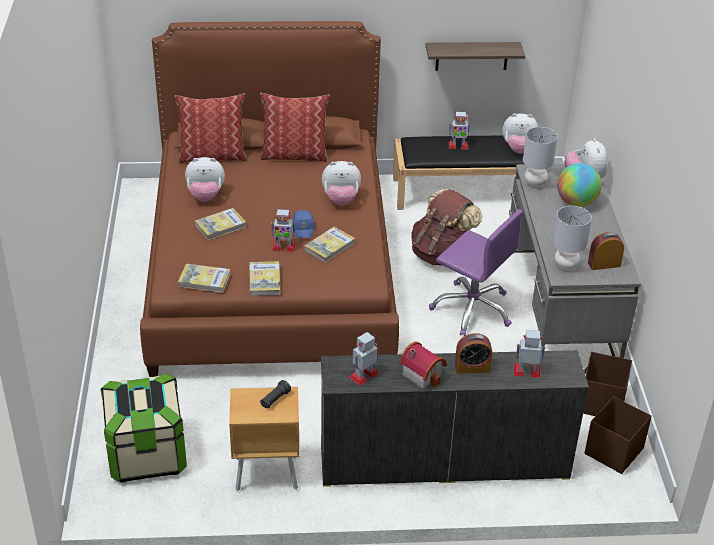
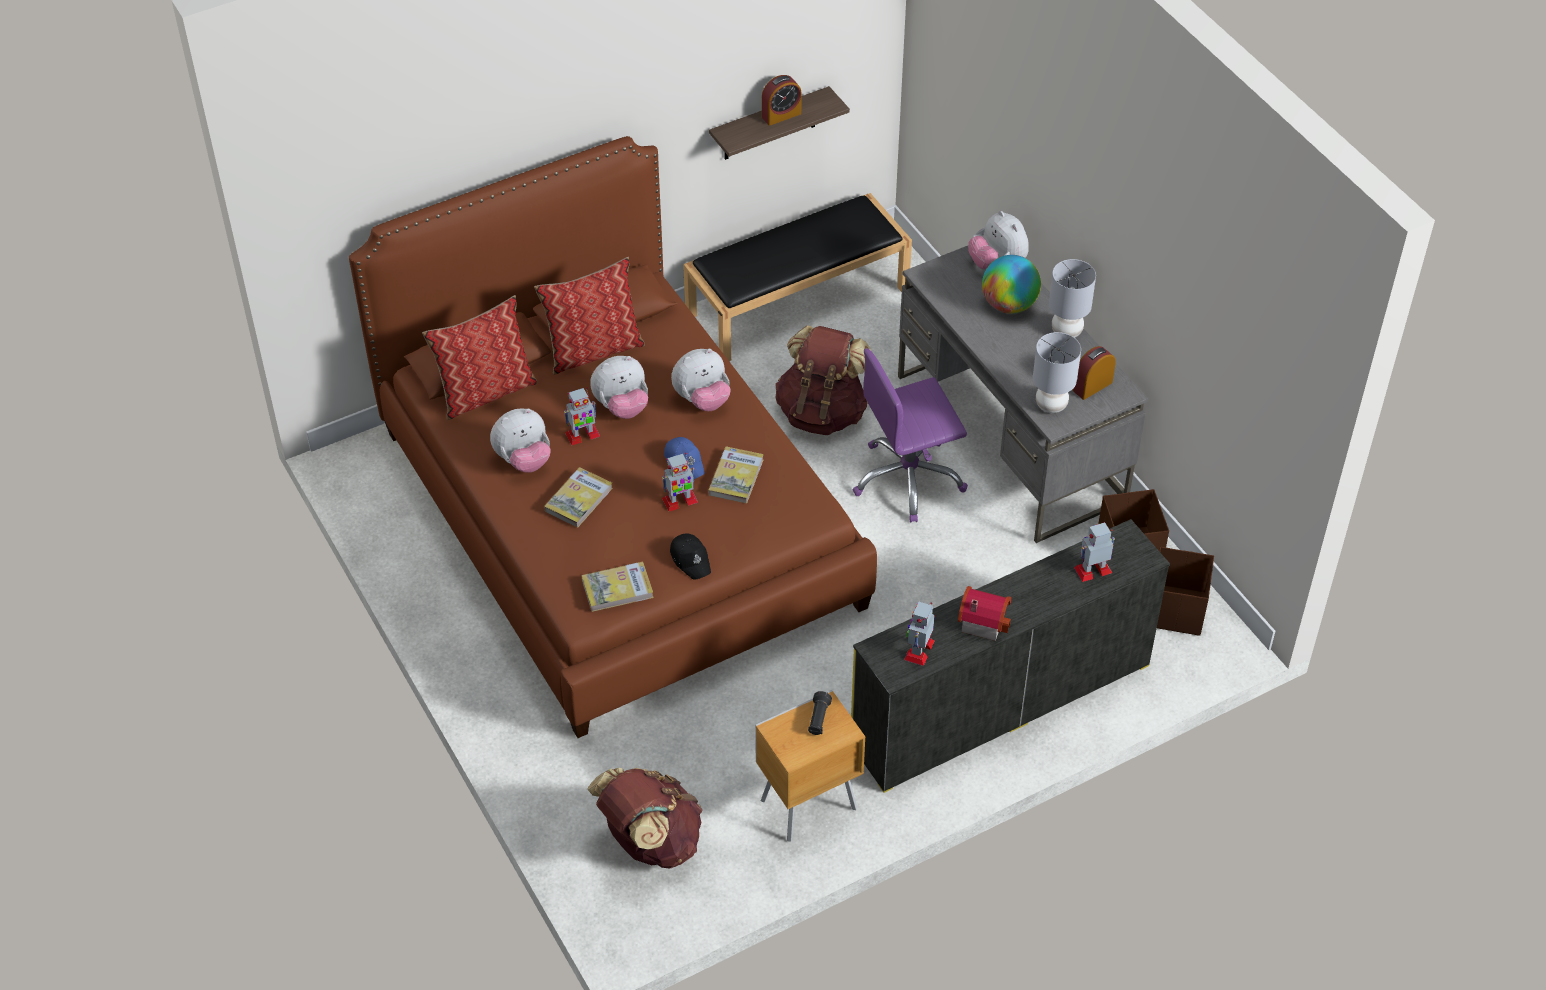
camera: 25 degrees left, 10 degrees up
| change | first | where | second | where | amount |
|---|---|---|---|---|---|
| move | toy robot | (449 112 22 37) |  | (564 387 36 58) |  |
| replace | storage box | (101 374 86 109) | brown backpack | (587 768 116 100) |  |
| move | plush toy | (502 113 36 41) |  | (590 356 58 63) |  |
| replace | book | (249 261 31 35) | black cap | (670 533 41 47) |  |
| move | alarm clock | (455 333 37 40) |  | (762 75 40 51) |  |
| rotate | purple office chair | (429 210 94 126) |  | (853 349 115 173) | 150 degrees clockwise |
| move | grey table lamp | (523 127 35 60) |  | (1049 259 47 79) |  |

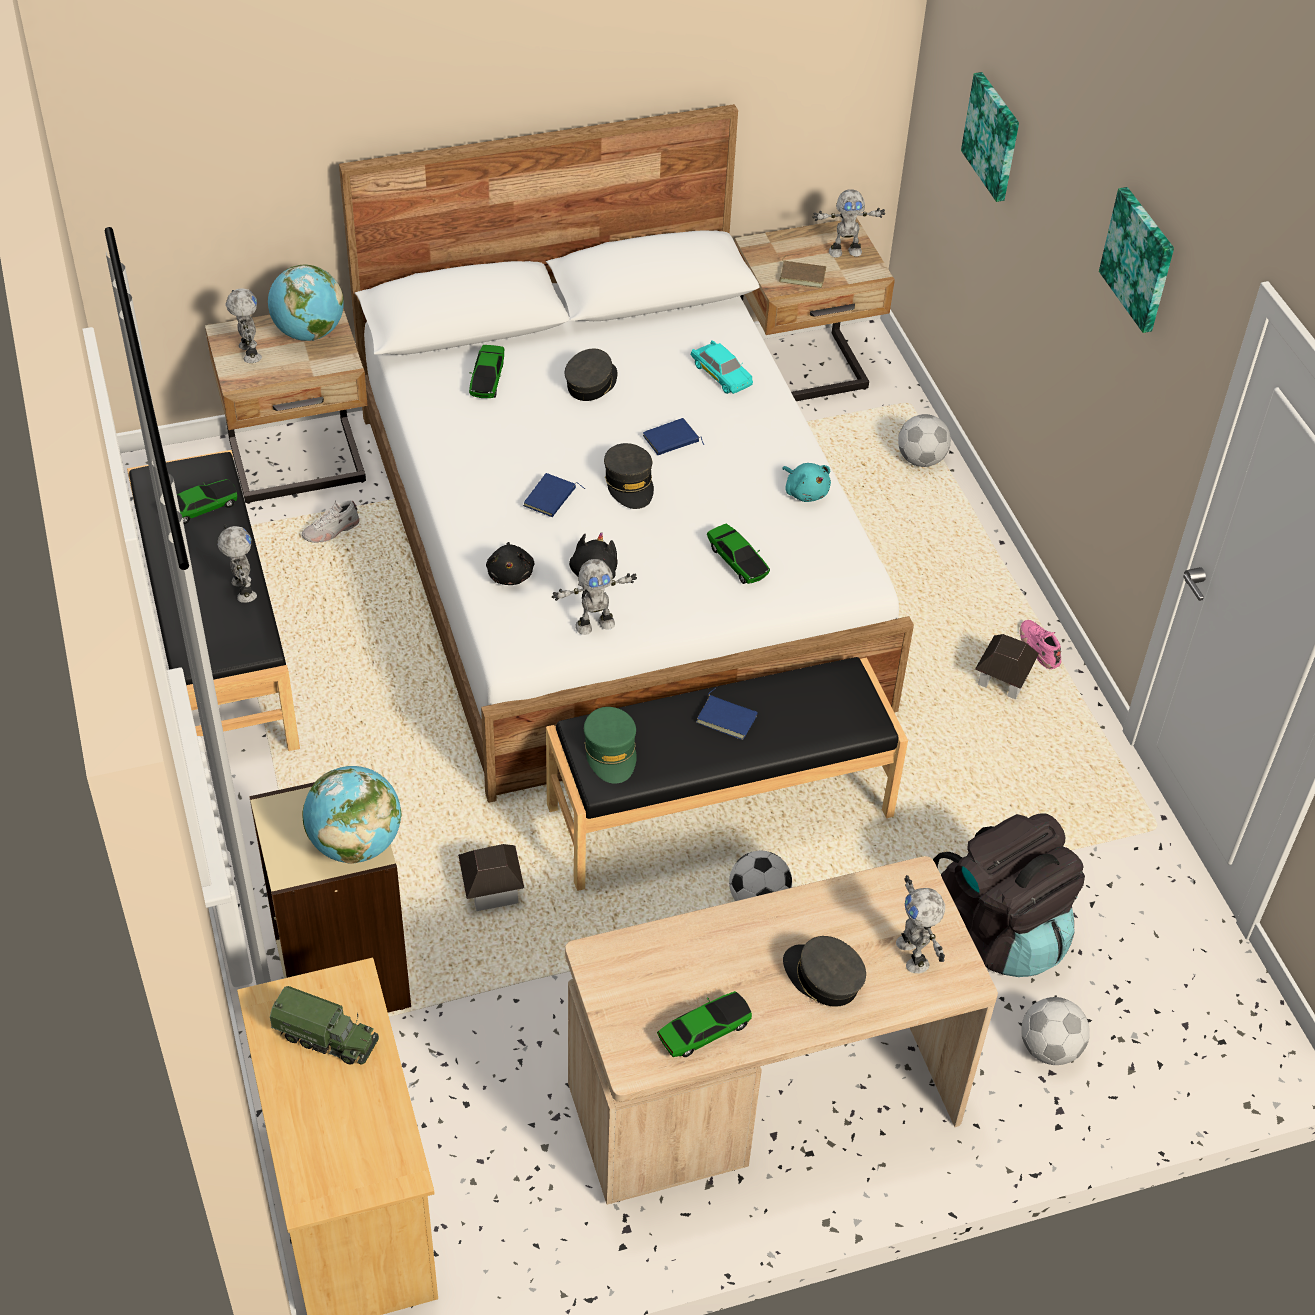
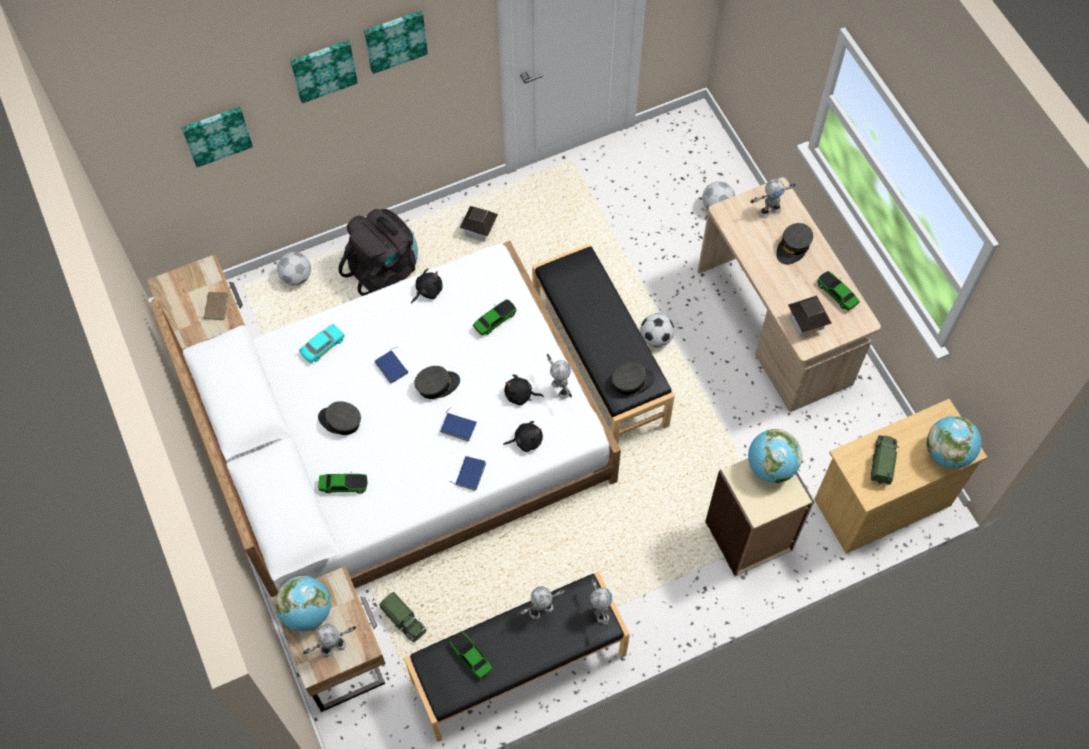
camera: 95 degrees left, 15 degrees up
| change | first | where | second | where | amount |
|---|---|---|---|---|---|
| insert |  |  | picture | (290 40 68 63) |  |
| move | black backpack | (933 813 152 164) |  | (338 209 80 87) |  |
| replace | white shoe | (302 500 57 43) | toy truck | (379 592 47 50) |  |
| recolor | turquoise plush toy | (782 463 49 39) | black plush toy | (411 268 31 36) |  |
| move | blue book | (696 688 62 52) |  | (449 456 37 35) |  |
| move | toy robot | (812 189 73 69) |  | (590 576 22 53) |  |
| recolor | green cap | (584 707 53 76) | grey cap | (612 363 43 32) |  |
| move | toy house | (458 844 66 67) |  | (788 295 44 42) |  |
| insert |  |  | globe | (927 416 54 53) |  |
| delete | pink shoe | (1020 620 41 49) |  |  |  |

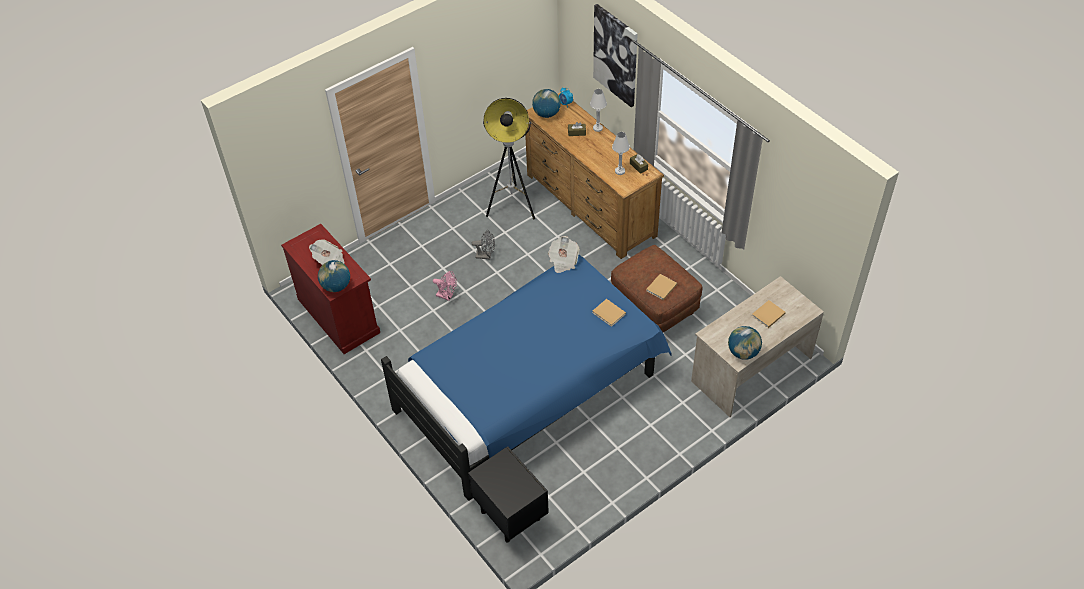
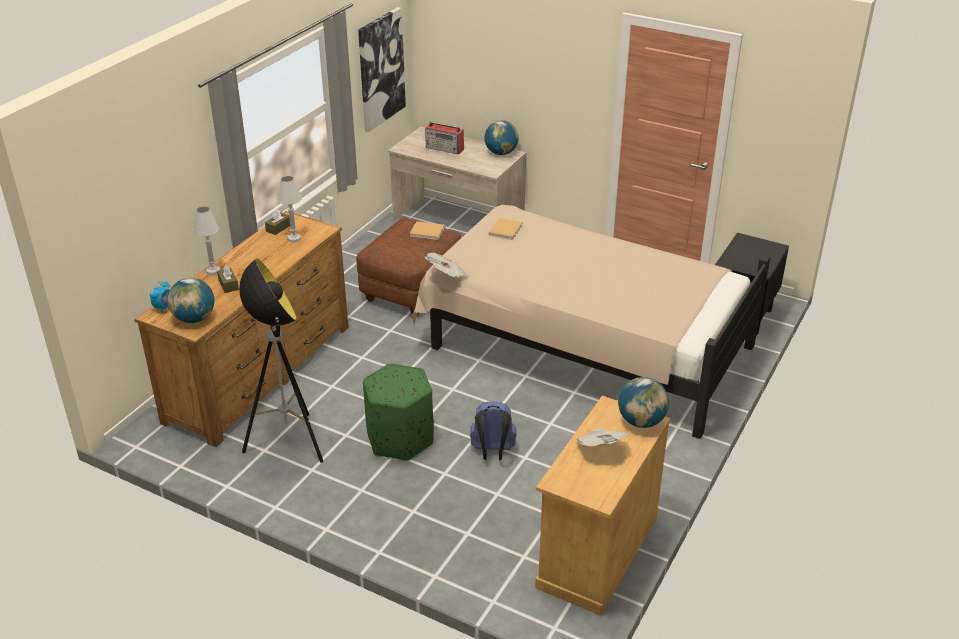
camera: 115 degrees left, 15 degrees down
| change | first | where | second | where | amount |
|---|---|---|---|---|---|
| move | picture | (593 4 45 103) |  | (358 7 48 125) |  |
| replace | grey fan | (471 230 24 29) | green ottoman | (363 364 71 97) |  |
| recolor | blue bed | (381 255 290 246) | beige bed | (412 205 358 234) |  |
| replace | beige book | (752 300 34 28) | radio | (425 121 39 33) |  |
| replace | pink fan | (433 271 24 30) | blue backpack | (470 402 46 58) |  |
| recolor | red cabinet | (281 224 99 130) | beige cabinet | (535 396 136 220) |  |

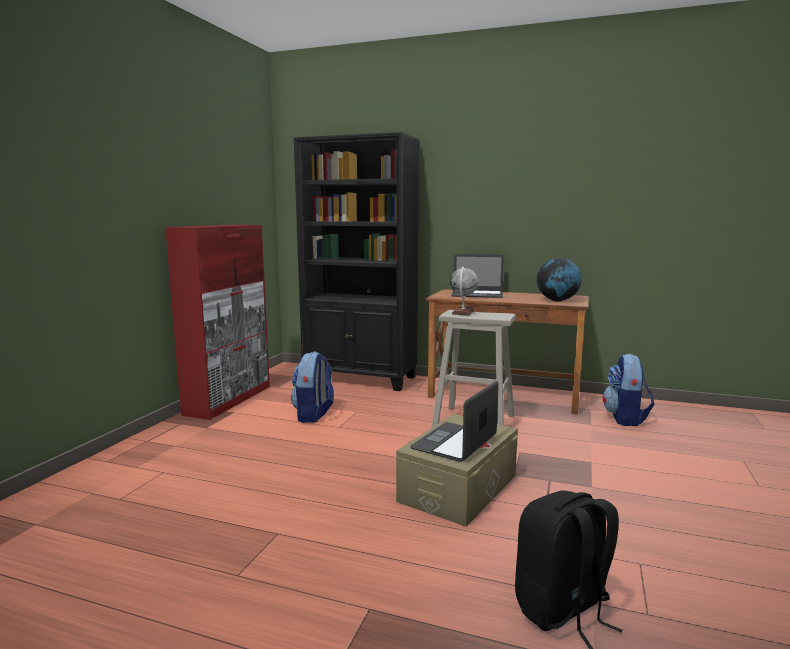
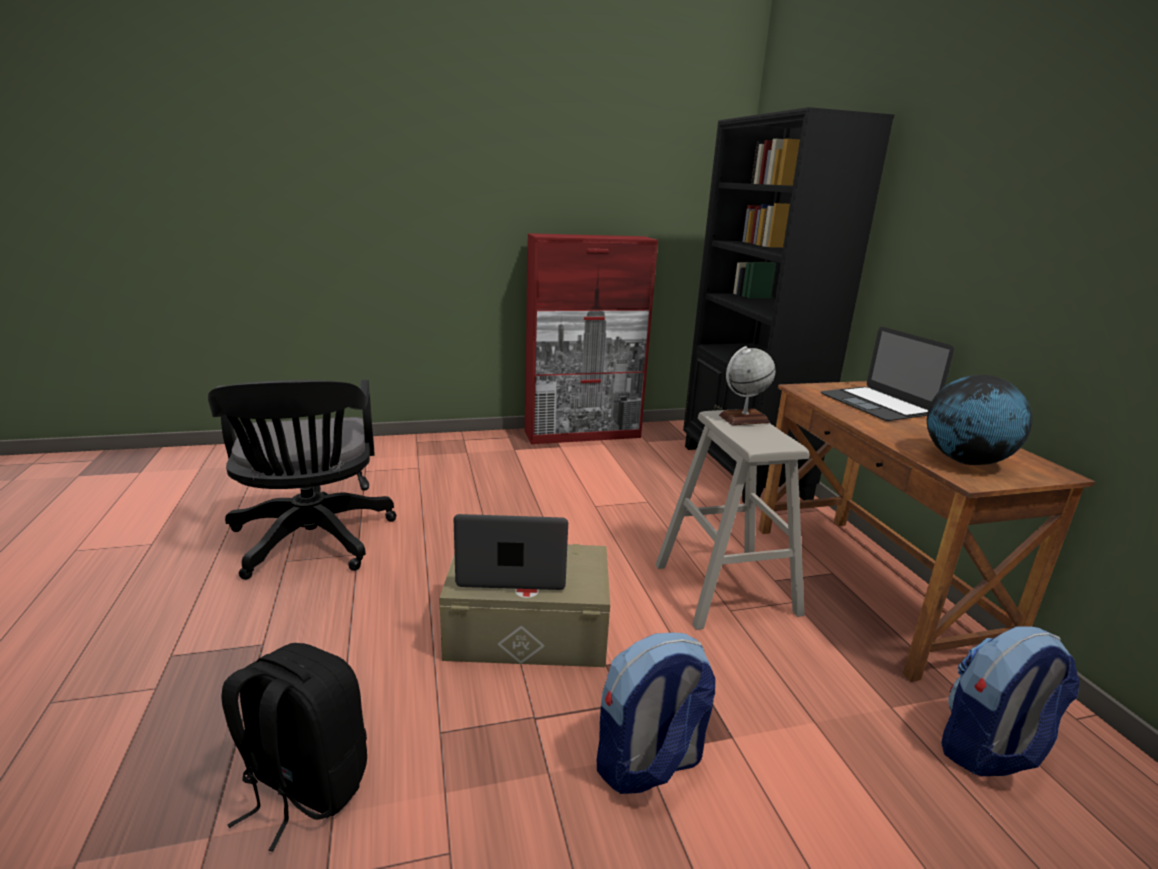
camera: 55 degrees right, 10 degrees up
| change | first | where | second | where | amount |
|---|---|---|---|---|---|
| insert |  |  | black office chair | (208 380 189 200) |  |
| move | backpack | (291 351 43 72) |  | (597 633 119 161) |  |

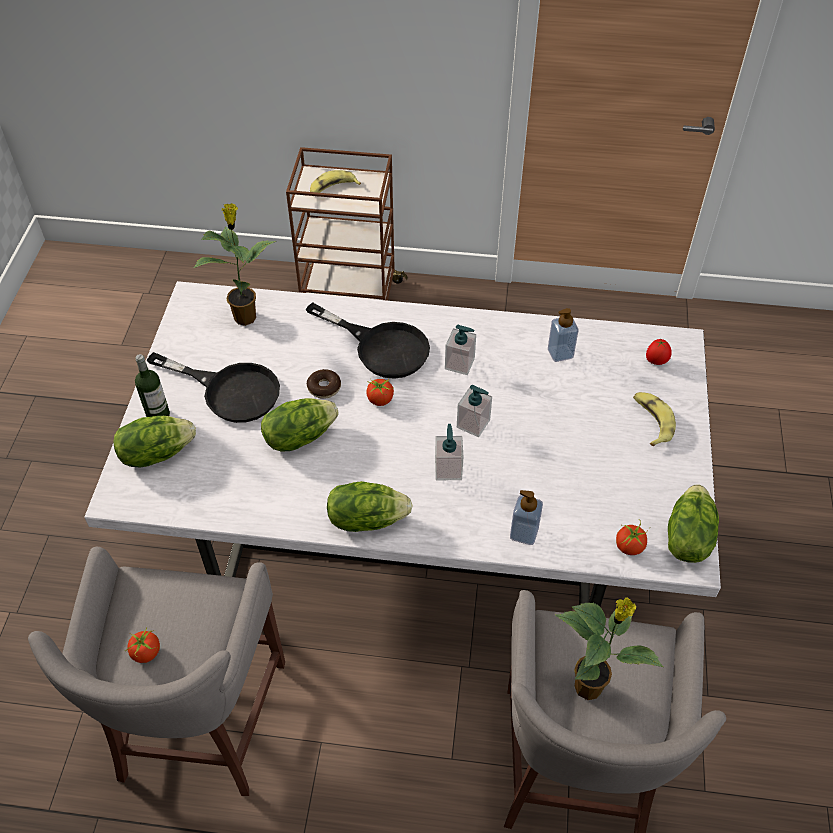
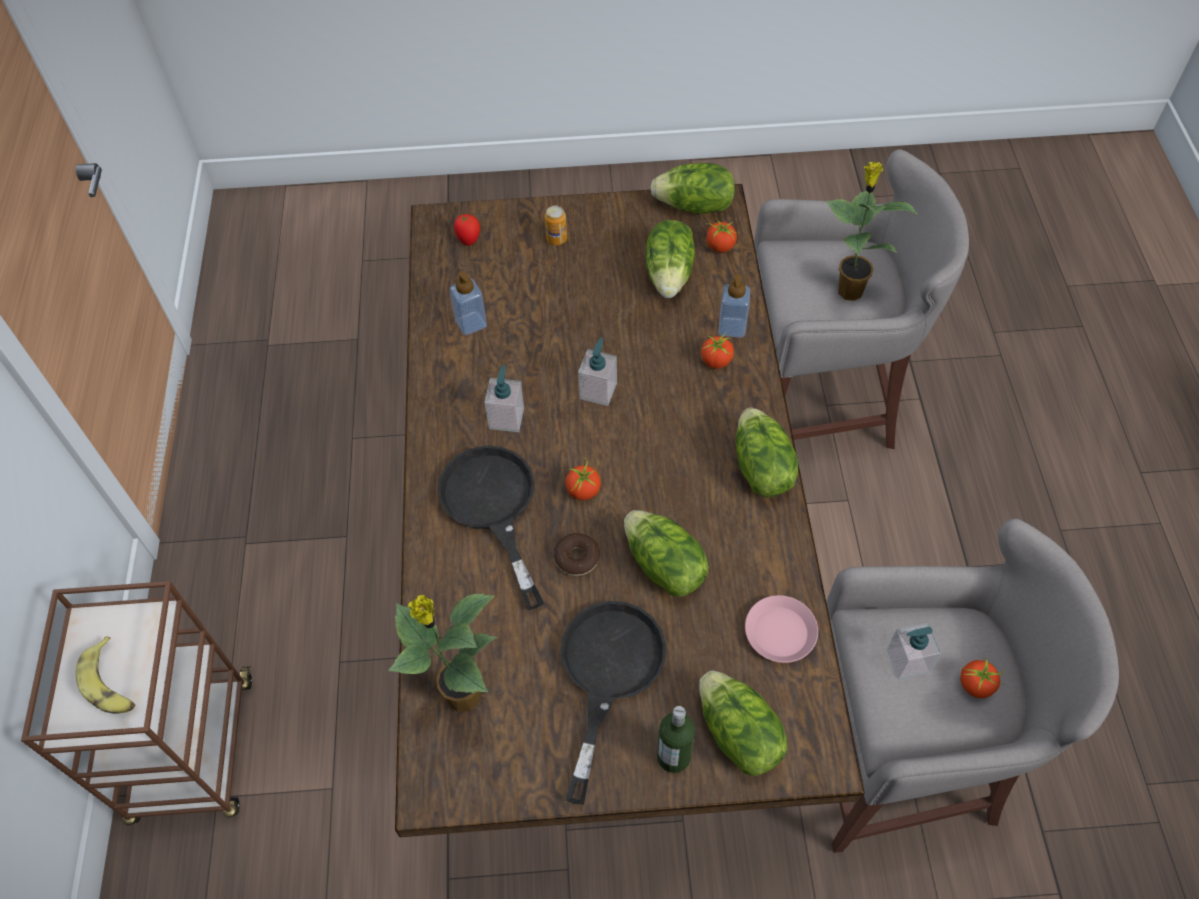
camera: 100 degrees left, 5 degrees up
| change | first | where | second | where | amount |
|---|---|---|---|---|---|
| recolor | white dining table | (84 281 637 326) | brown dining table | (395 184 469 653) |  |
| rotate | black frying pan | (306 303 124 76) |  | (437 446 107 164) | 45 degrees counterclockwise |
| replace | banana | (633 392 43 55) | can | (545 205 22 40) |  |
| insert |  |  | lettuce | (646 220 49 78) |  |
| insert |  |  | tomato | (701 334 33 35) |  |
| insert |  |  | pink plate | (745 595 73 68) |  |
| move | soap dispenser | (435 424 28 56) |  | (887 623 54 57) |  |

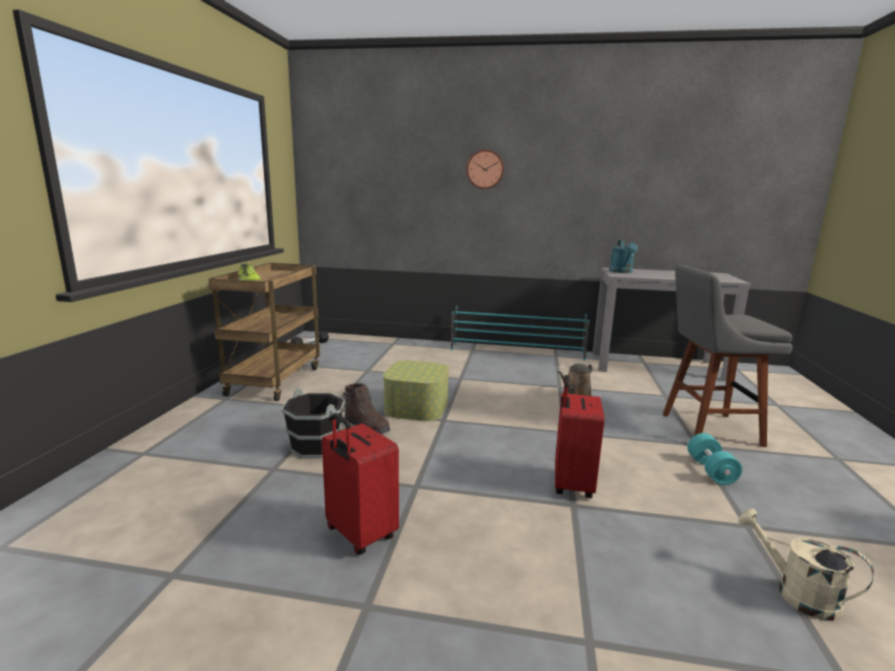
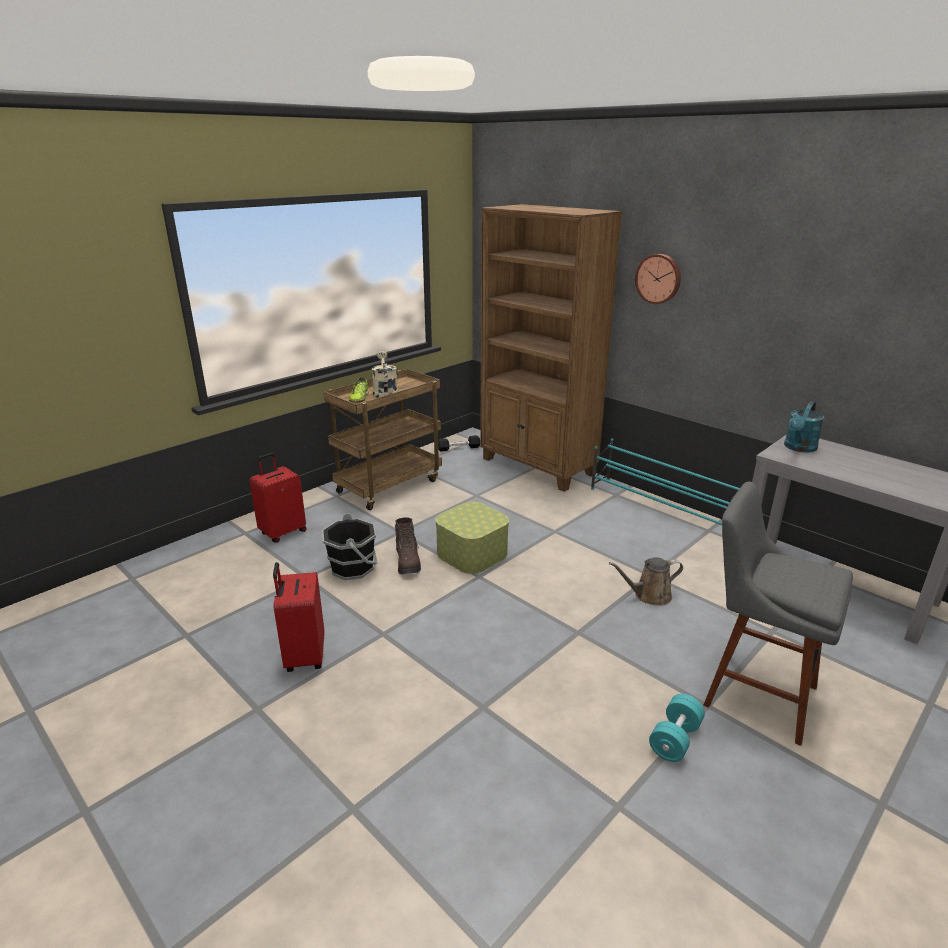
camera: 35 degrees right, 10 degrees up
| change | first | where | second | where | amount |
|---|---|---|---|---|---|
| move | red suitcase | (555 375 50 123) |  | (249 453 58 90) |  |
| move | beige watering can | (738 508 136 113) |  | (372 351 26 47) |  |
| insert |  |  | brown bookcase | (480 204 142 288) |  |

